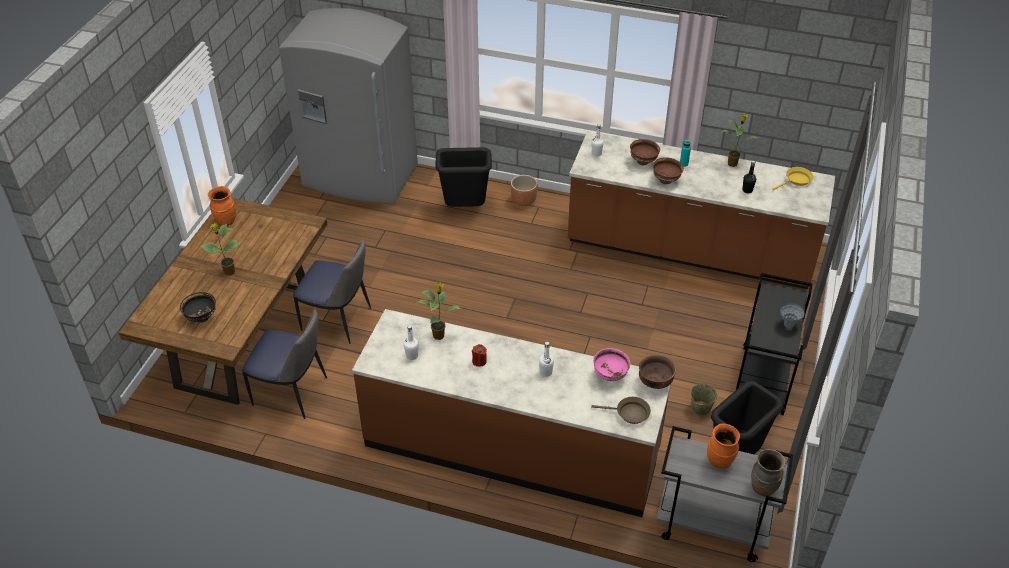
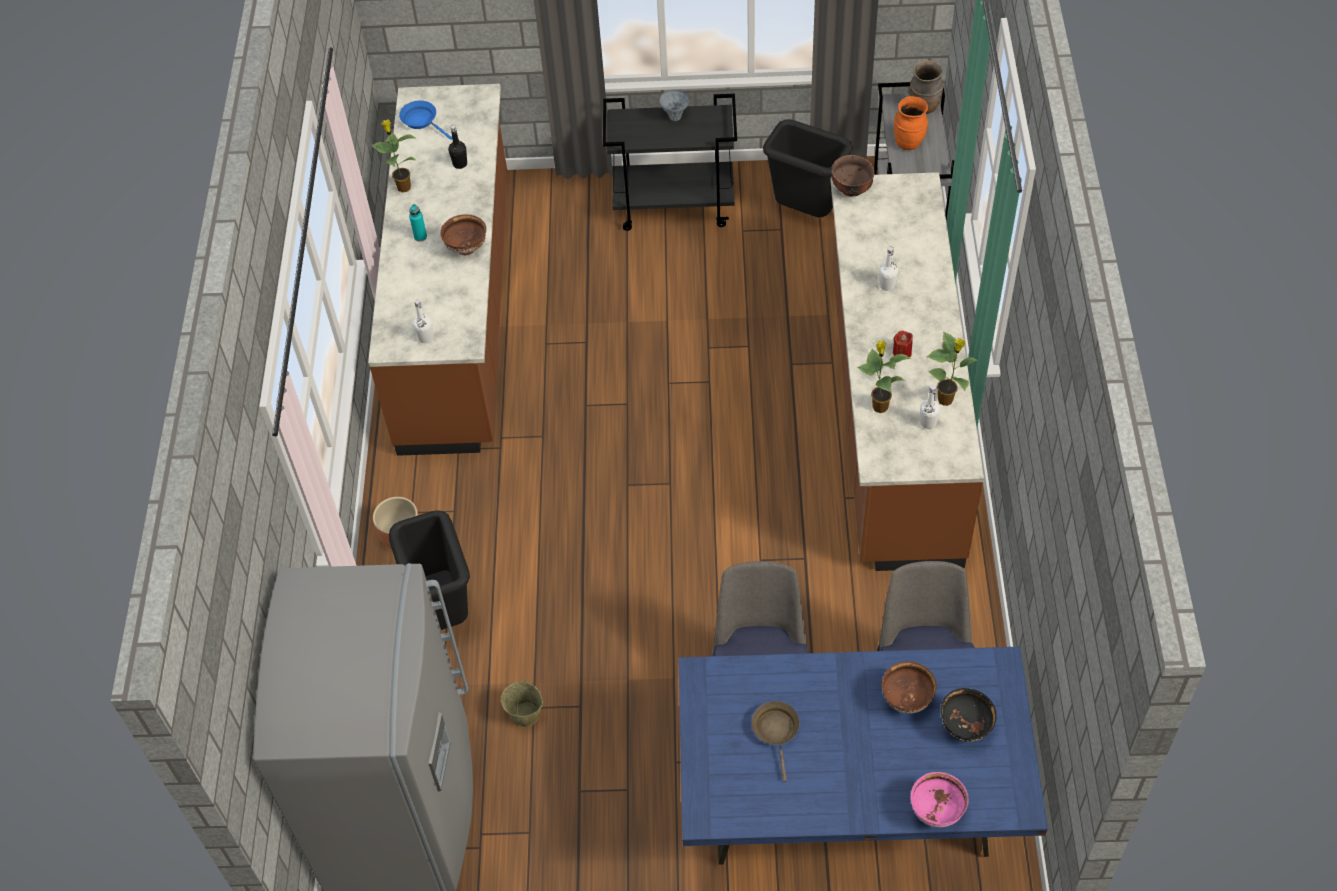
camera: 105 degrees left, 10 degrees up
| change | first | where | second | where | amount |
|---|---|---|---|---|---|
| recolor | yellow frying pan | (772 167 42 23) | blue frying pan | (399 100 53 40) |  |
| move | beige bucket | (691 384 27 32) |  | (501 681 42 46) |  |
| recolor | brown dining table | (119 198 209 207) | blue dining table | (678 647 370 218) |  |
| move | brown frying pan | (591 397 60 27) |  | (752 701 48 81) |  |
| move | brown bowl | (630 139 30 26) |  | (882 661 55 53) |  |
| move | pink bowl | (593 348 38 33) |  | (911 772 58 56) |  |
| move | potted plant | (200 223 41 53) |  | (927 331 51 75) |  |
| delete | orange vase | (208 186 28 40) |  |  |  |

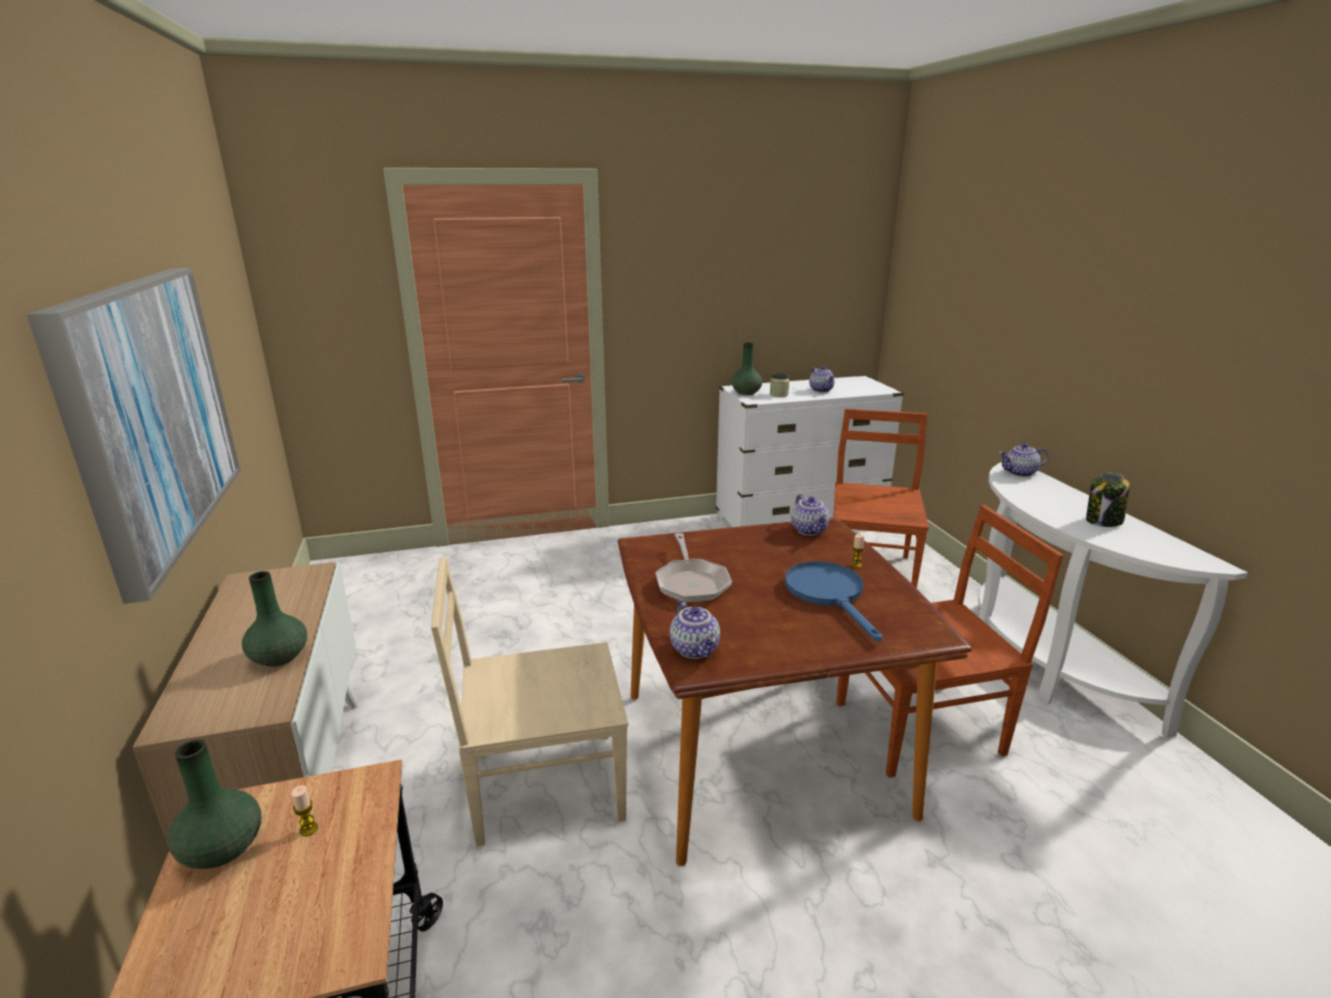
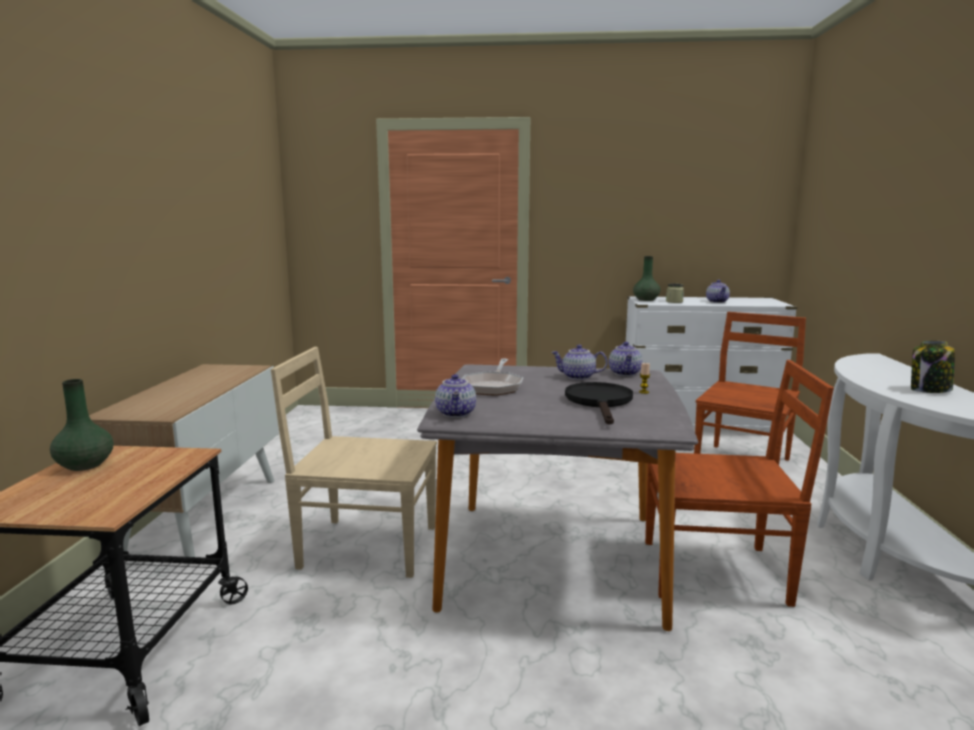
camera: 20 degrees right, 10 degrees down
| change | first | where | second | where | amount |
|---|---|---|---|---|---|
| recolor | brown dining table | (618 517 354 349) | grey dining table | (417 364 281 267) |  |
| move | teapot | (999 443 49 34) |  | (551 345 57 35) |  |
| recolor | blue frying pan | (785 561 97 81) | black frying pan | (565 382 68 43) |  |
| delete | picture | (26 268 215 336) |  |  |  |
| delete | green vase | (242 571 65 96) |  |  |  |
| delete | candle | (291 785 27 51) |  |  |  |

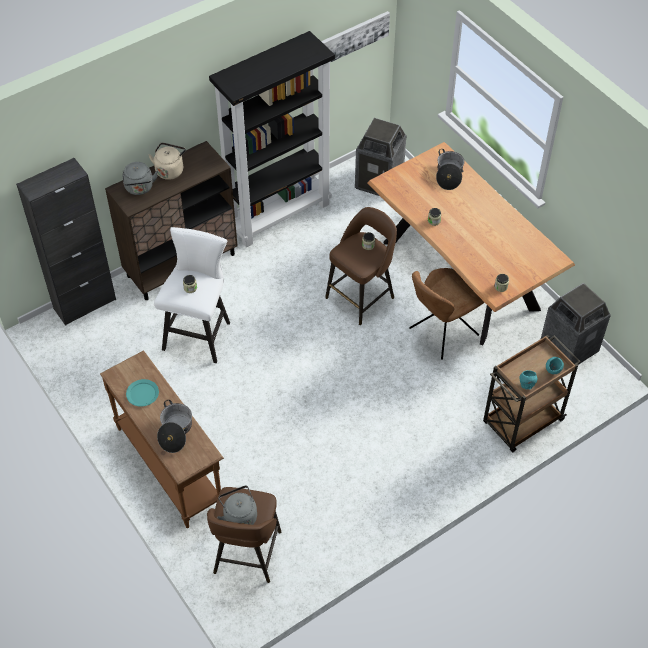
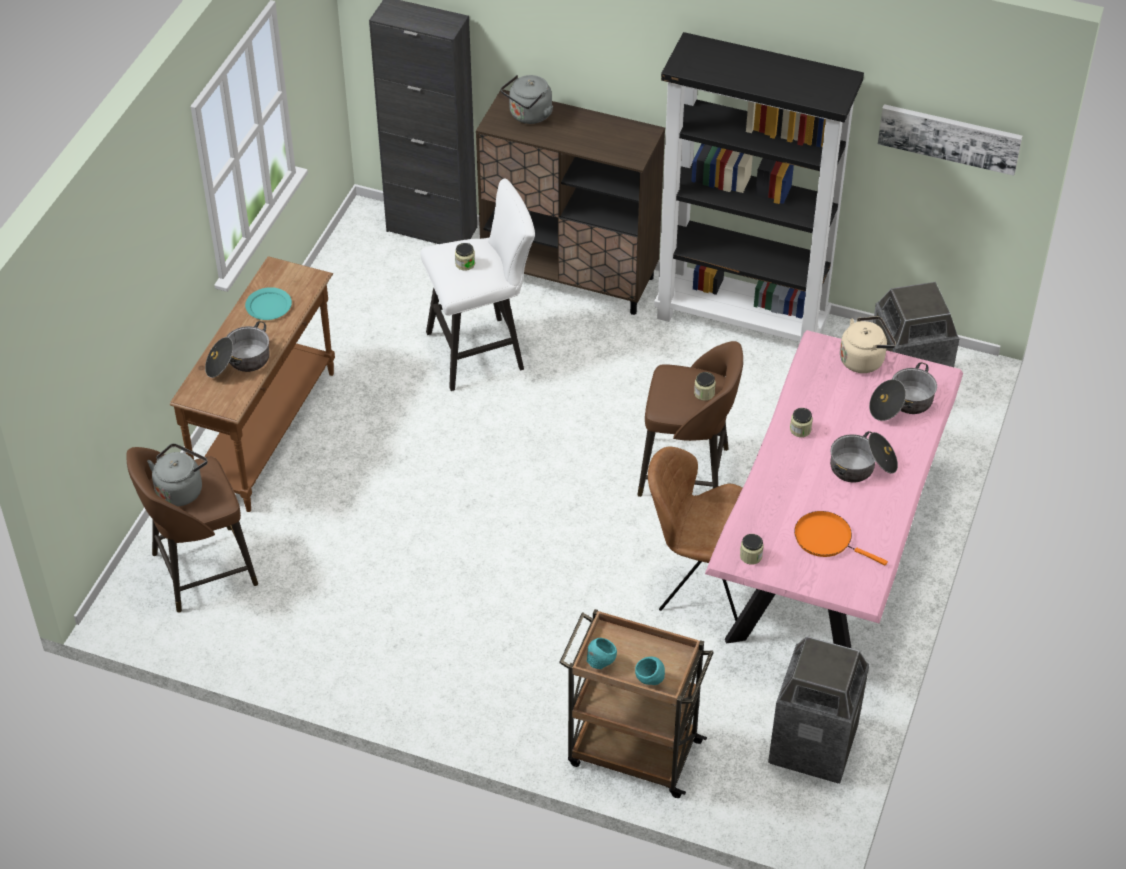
camera: 55 degrees right, 5 degrees down
| change | first | where | second | where | amount |
|---|---|---|---|---|---|
| recolor | brown dining table | (367 142 208 204) | pink dining table | (705 330 258 318) |  |
| insert |  |  | orange frying pan | (794 511 94 54) |  |
| insert |  |  | cooking pot | (830 431 68 51) |  |
| move | beige kettle | (149 142 37 38) |  | (840 316 56 57) |  |

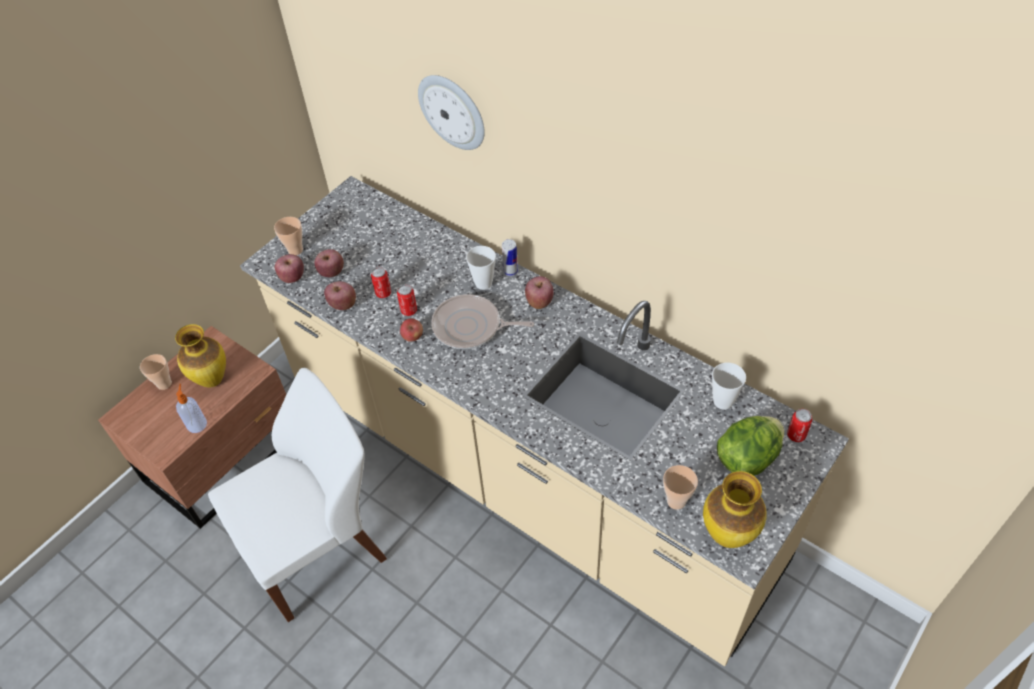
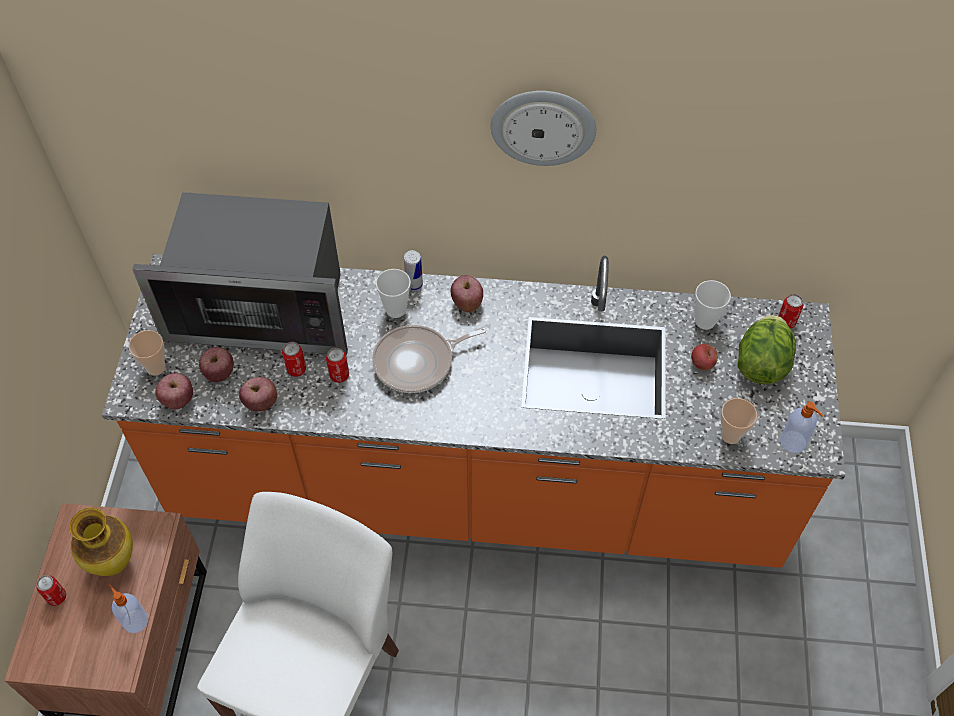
camera: 35 degrees left, 5 degrees up
| change | first | where | second | where | amount |
|---|---|---|---|---|---|
| replace | cup | (140 354 32 36) | can | (36 575 30 31) |  |
| recolor | beige counter | (240 176 609 490) | orange counter | (102 254 743 314) |  |
| insert |  |  | microwave | (132 192 216 163) |  |
| move | wall clock | (418 75 67 75) |  | (490 91 106 75) |  |
| move | apple | (400 318 23 24) |  | (691 344 27 26) |  |
| replace | vase | (703 471 64 77) | soap dispenser | (780 401 44 52) |  |

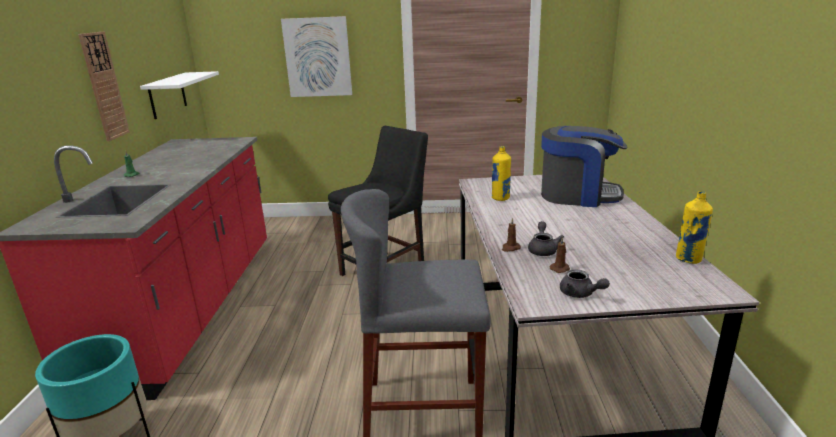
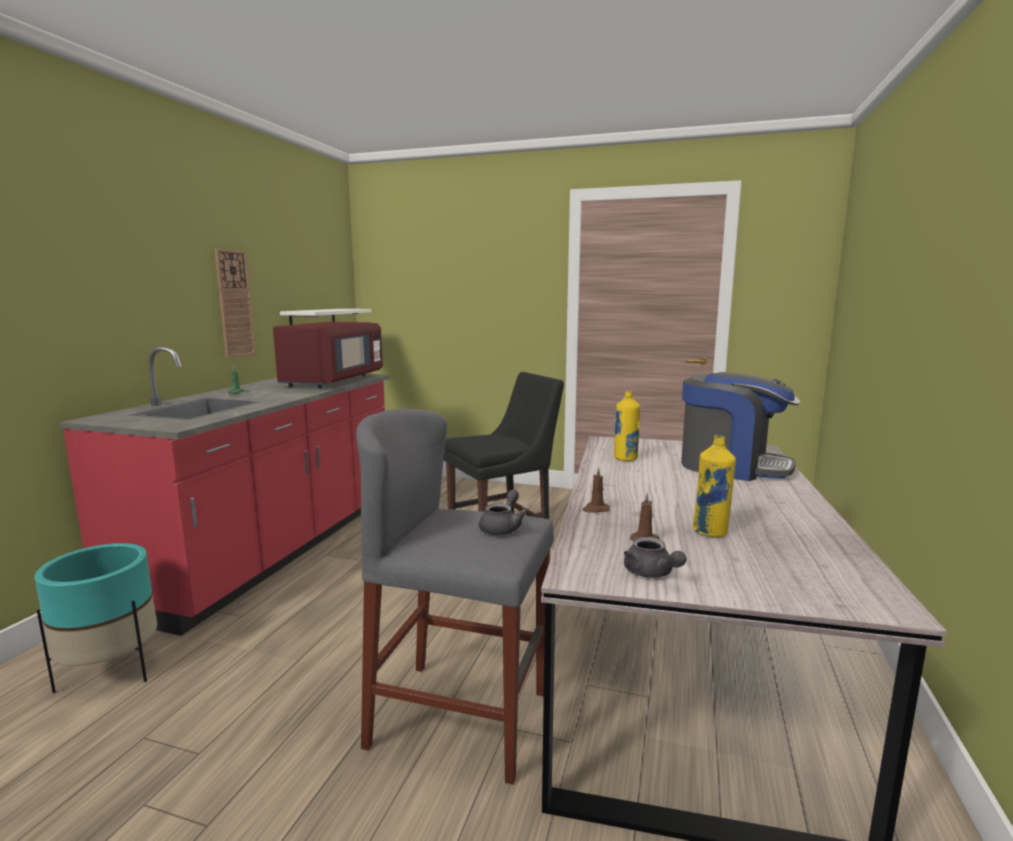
camera: 15 degrees right, 10 degrees down
| change | first | where | second | where | amount |
|---|---|---|---|---|---|
| insert |  |  | red microwave | (273 322 110 66) |  |
| move | grey teapot | (528 221 36 35) |  | (479 490 48 45) |  |
| move | yellow bottle | (676 191 37 73) |  | (693 435 43 103) |  |
| delete | picture | (281 16 71 81) |  |  |  |

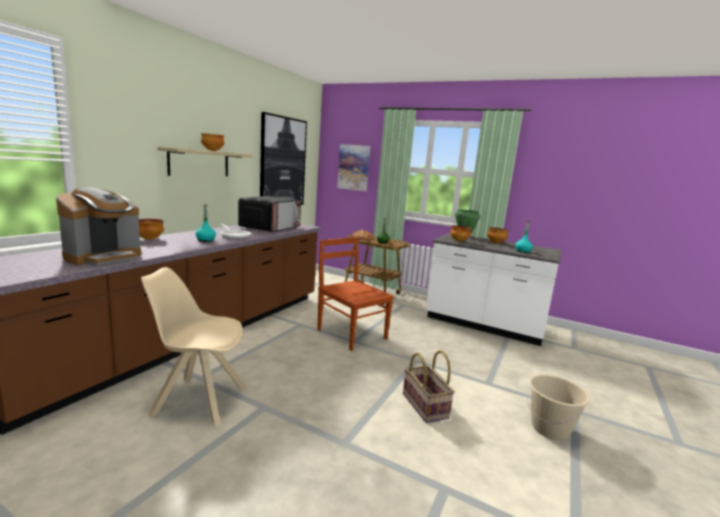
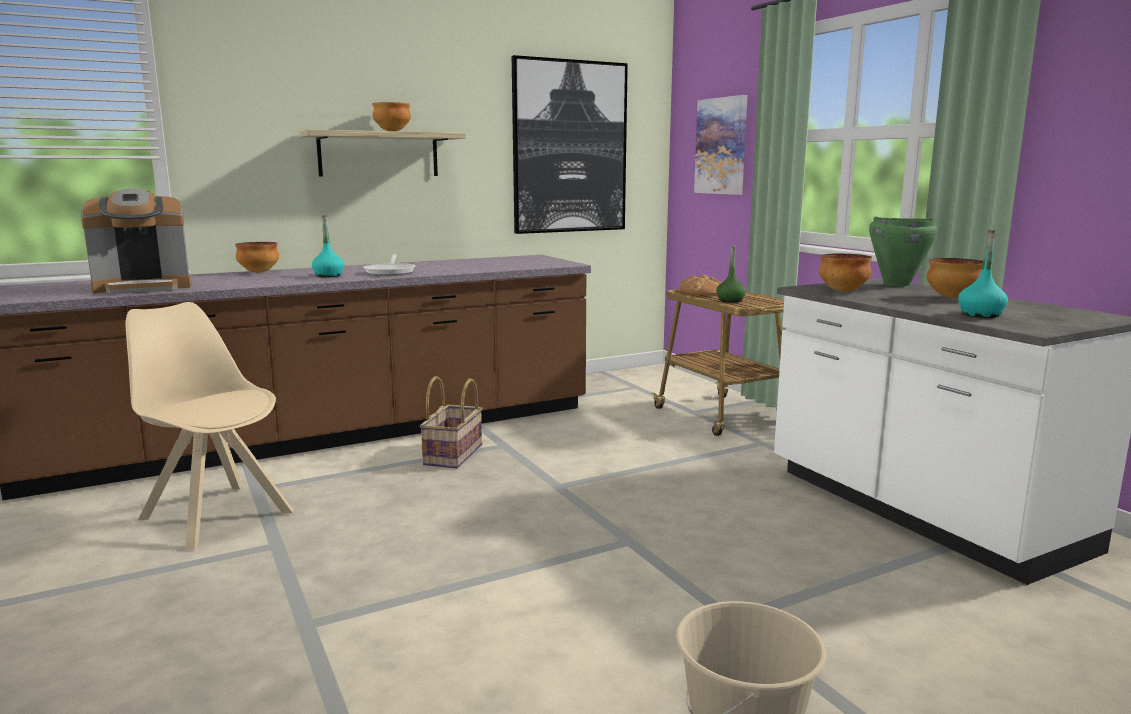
camera: 35 degrees right, 0 degrees up
| change | first | where | second | where | amount |
|---|---|---|---|---|---|
| move | basket | (403 350 52 73) |  | (420 376 62 92) |  |
| delete | microwave | (238 196 63 36) |  |  |  |
| delete | brown chair | (317 237 77 114) |  |  |  |

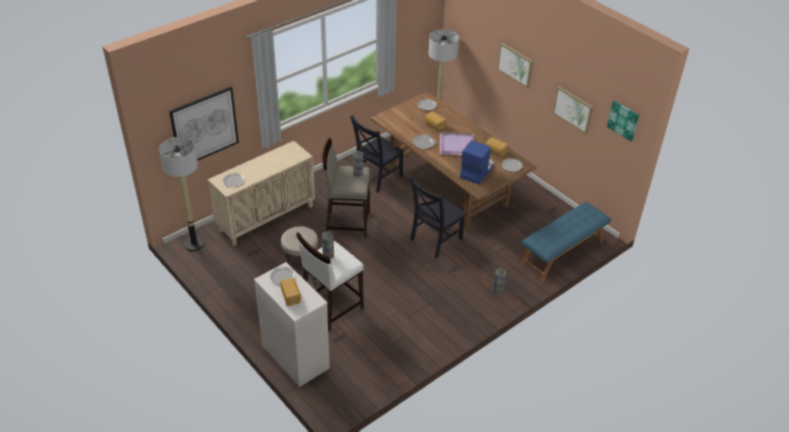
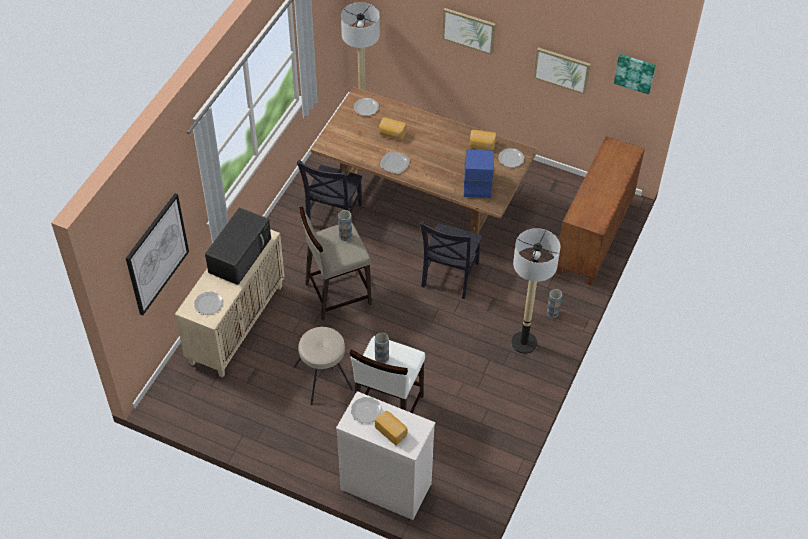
camera: 25 degrees left, 10 degrees up
| change | first | where | second | where | amount |
|---|---|---|---|---|---|
| insert |  |  | black microwave | (205 207 66 78) |  |
| move | floor lamp | (159 137 46 114) |  | (511 228 49 126) |  |
| replace | blue bench | (521 202 90 80) | brown cabinet | (557 136 88 149) |  |
| delete | purple tray | (440 133 34 22) |  |  |  |

